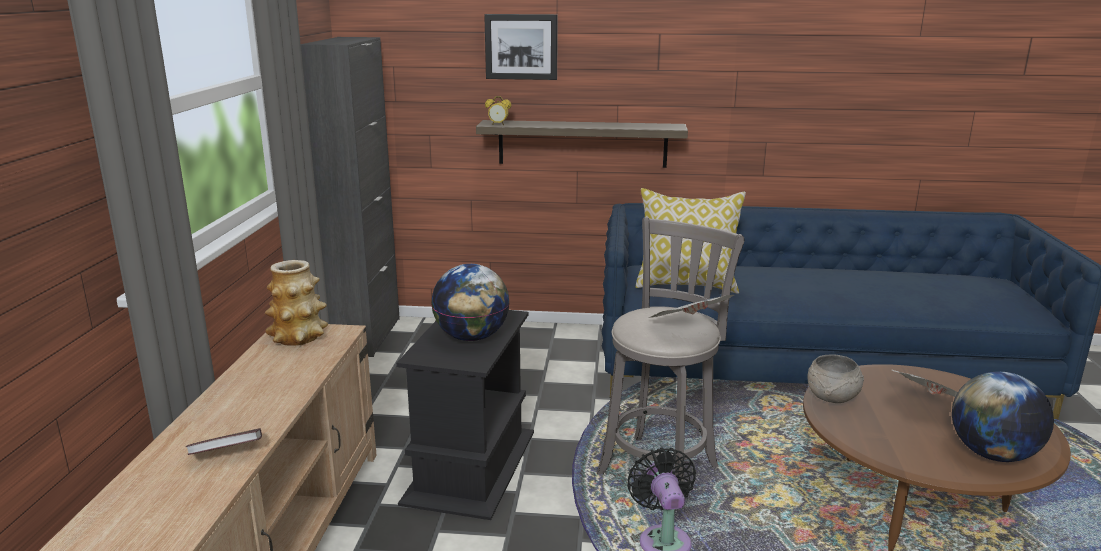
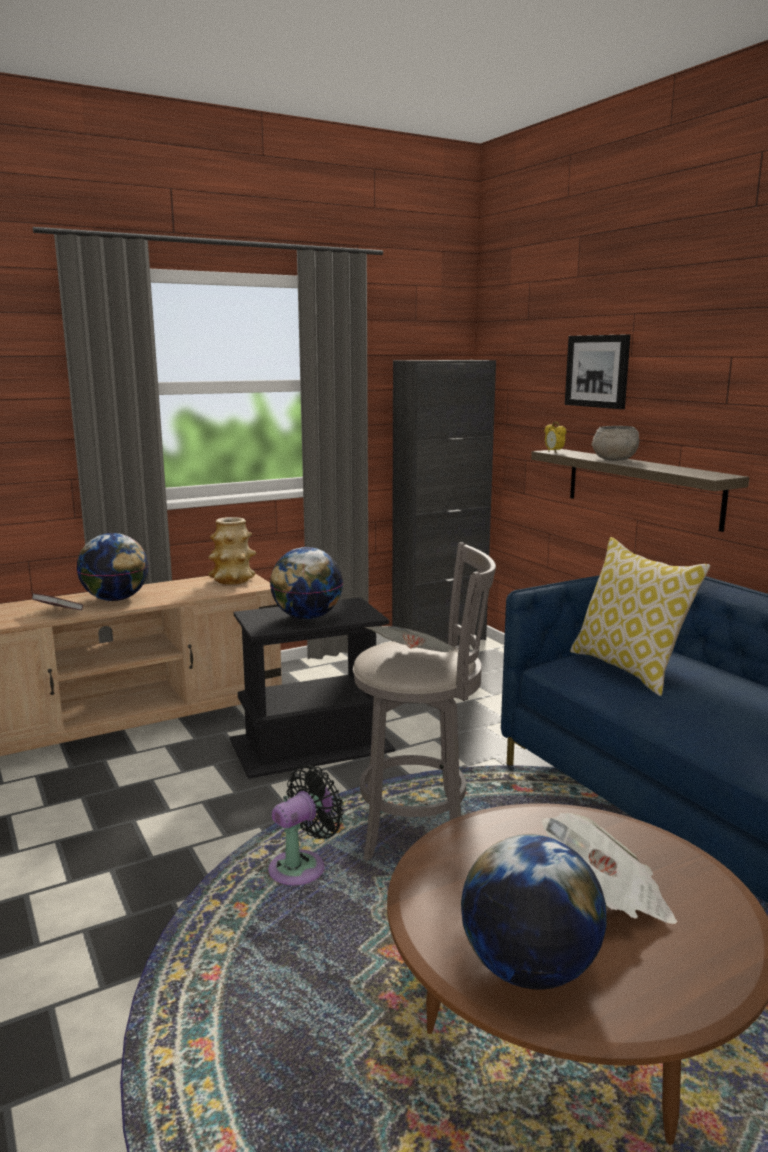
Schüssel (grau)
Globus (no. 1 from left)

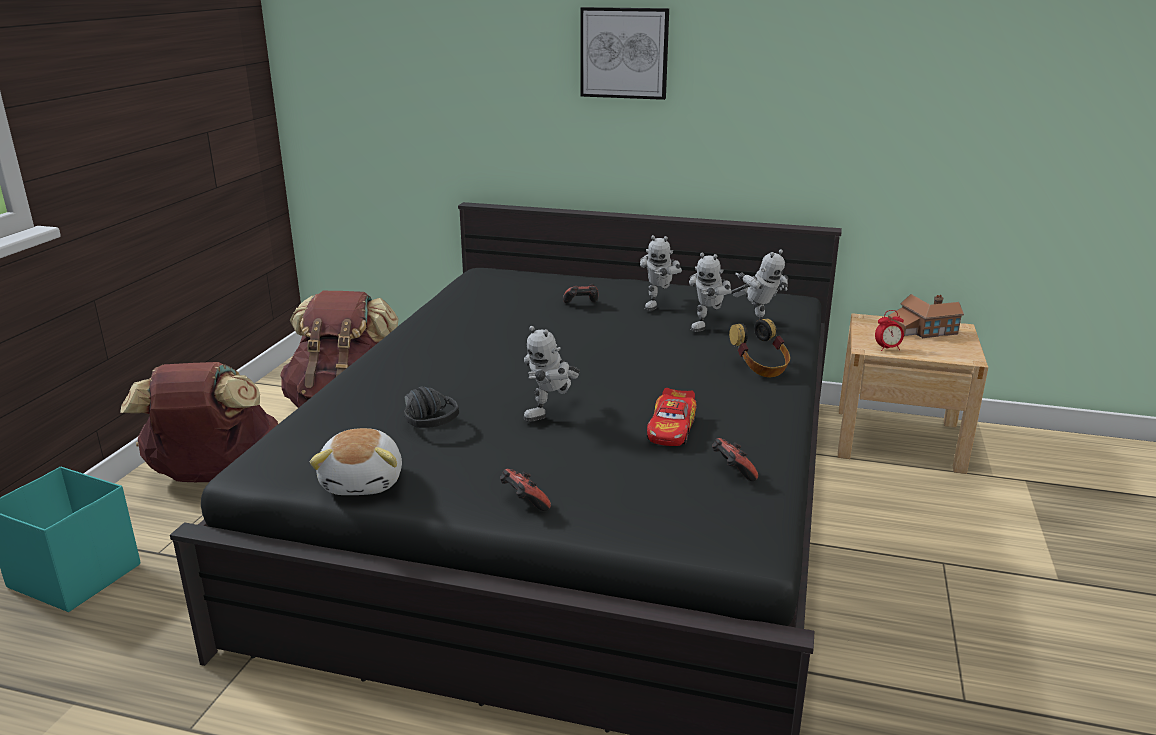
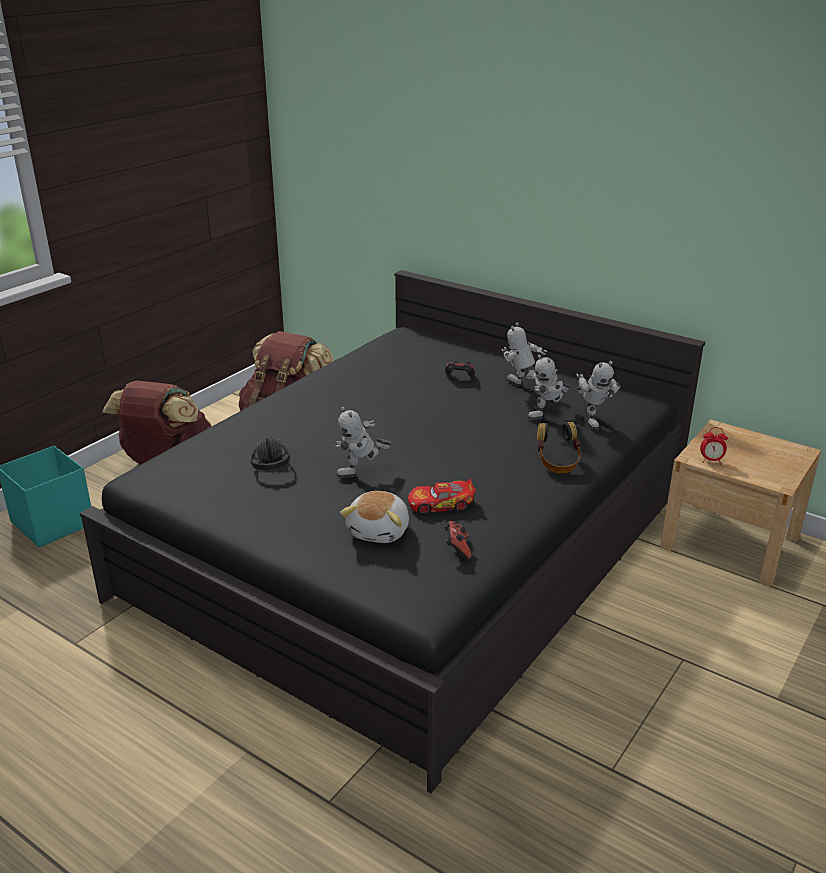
Bild
Spielzeugroboter (no. 2 from left)
Spielzeughaus
Spielzeugauto
Plüschtier
Gamepad (no. 1 from left in the first image)

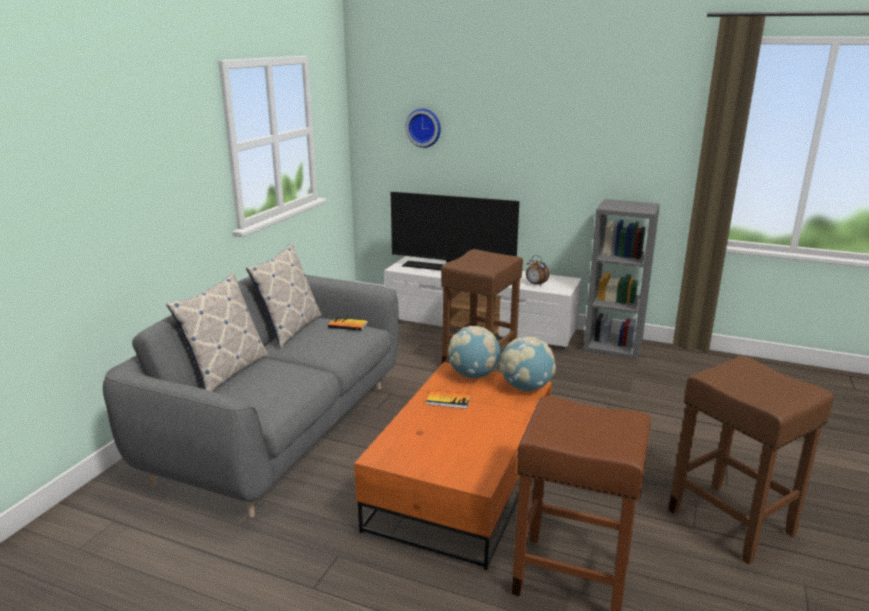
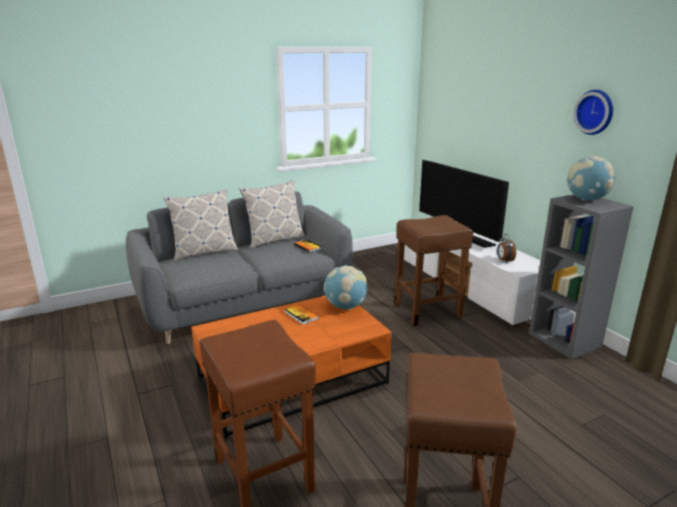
Wanduhr
Globus (no. 2 from left)

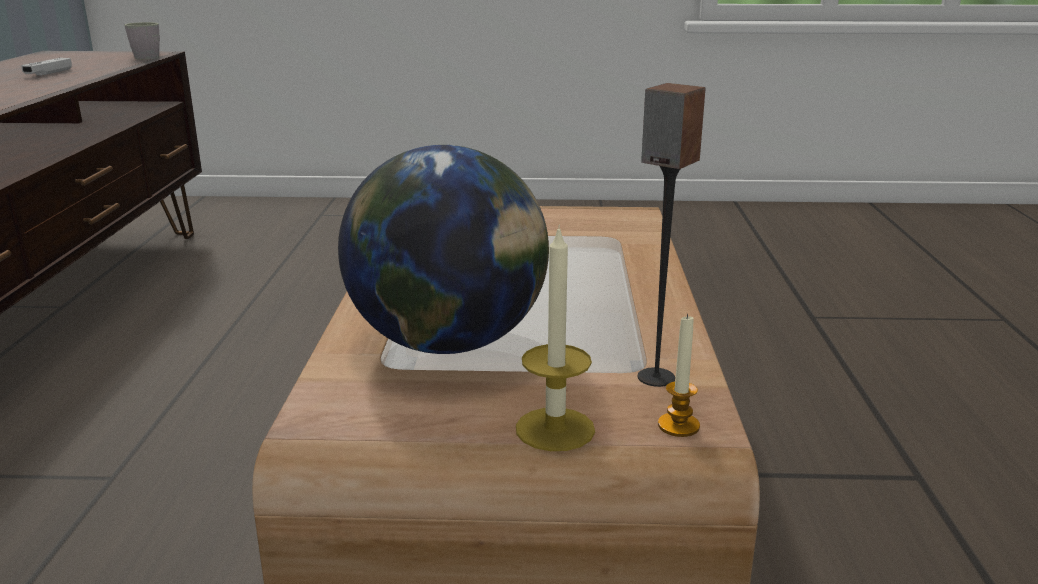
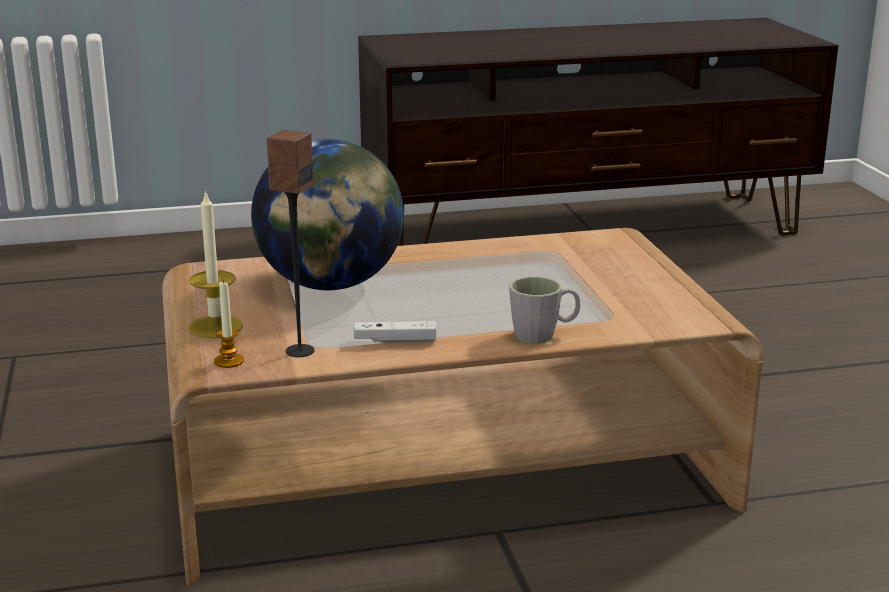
Henkelbecher (grau)
Gamepad (weiß)

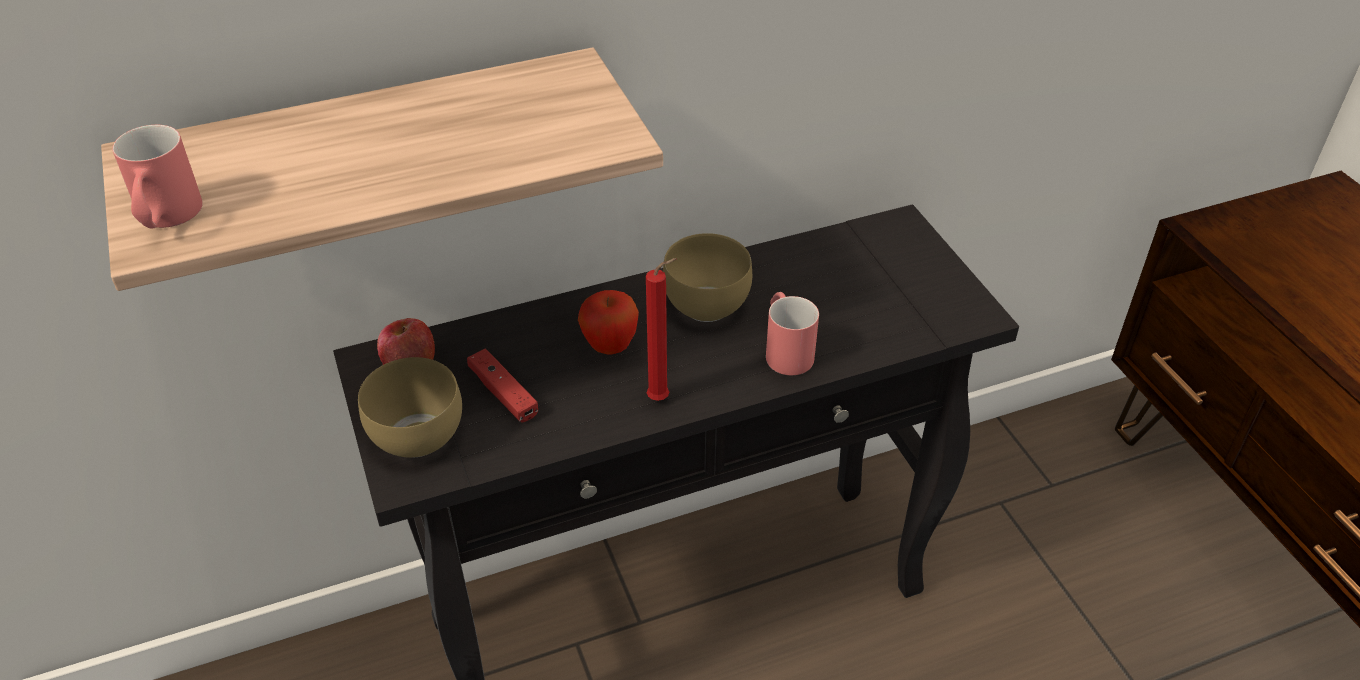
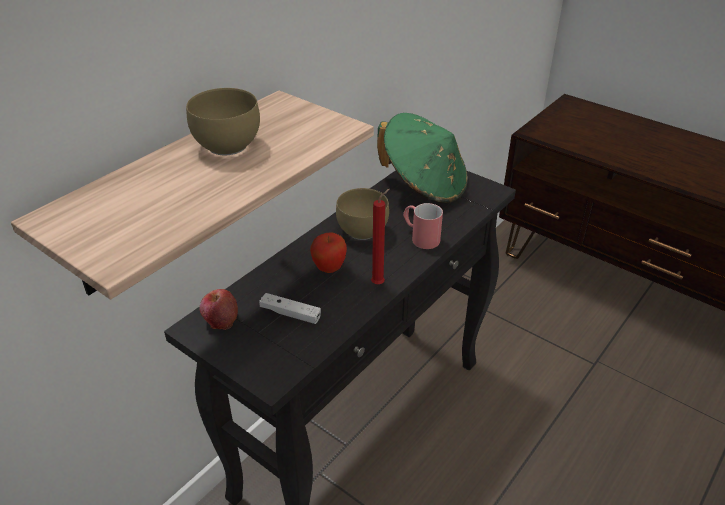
Henkelbecher (rot) (no. 1 from left in the first image)
Gamepad (weiß)
Schüssel (braun) (no. 1 from left)
Hut (grün)

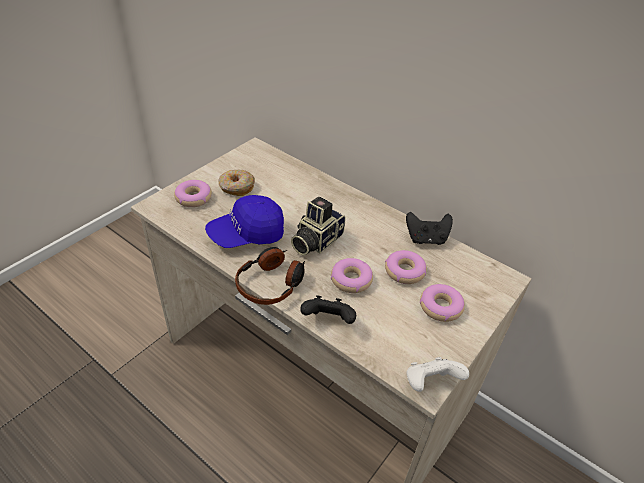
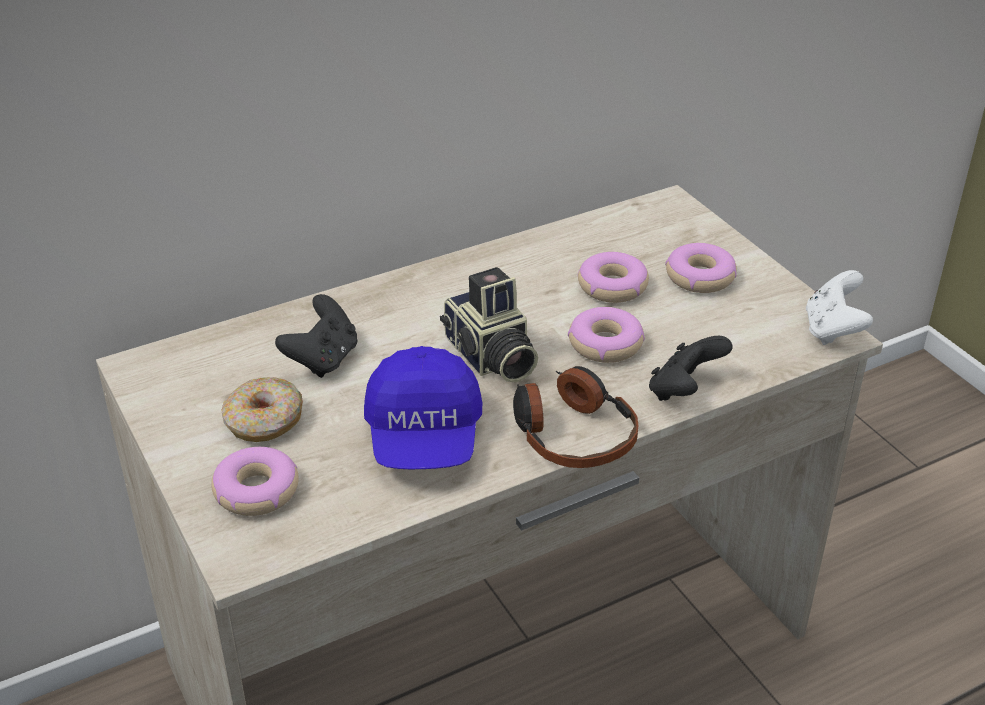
Gamepad (schwarz) (no. 1 from left)

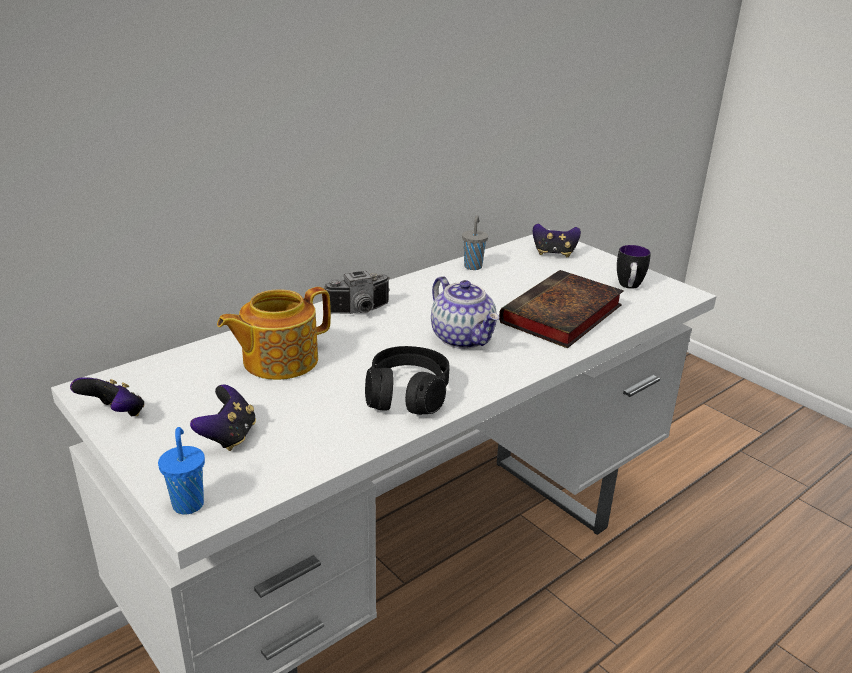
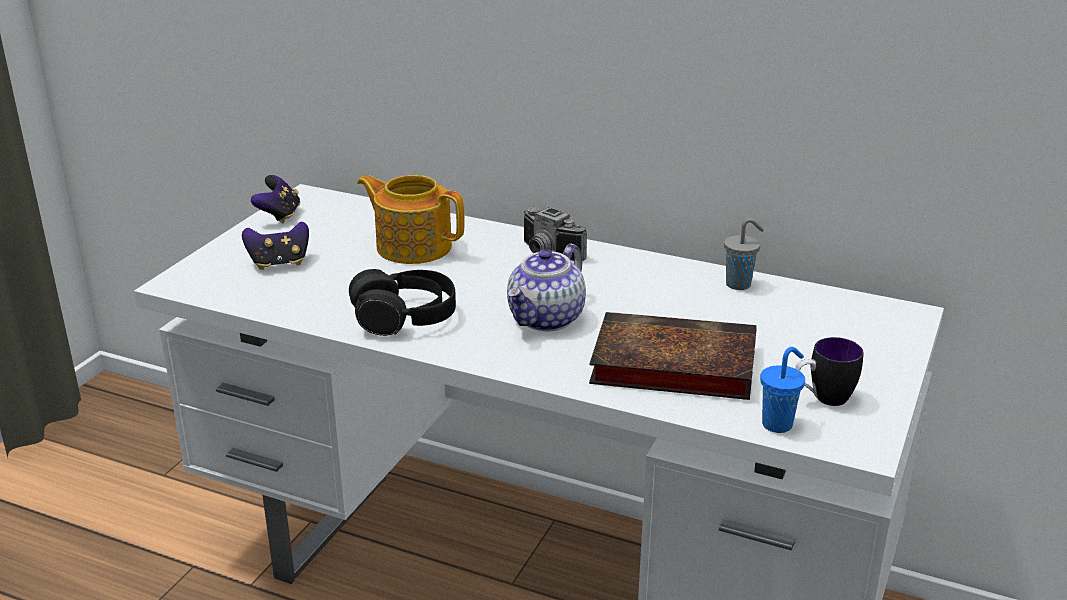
Gamepad (no. 3 from left in the first image)
Tasse (blau)

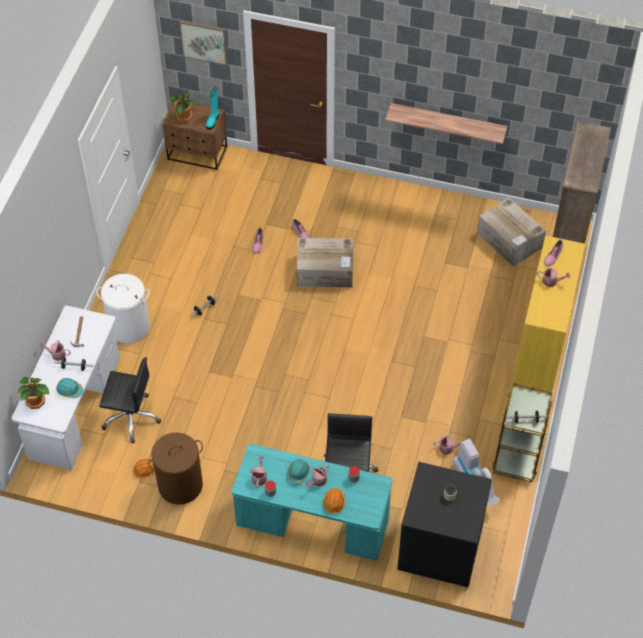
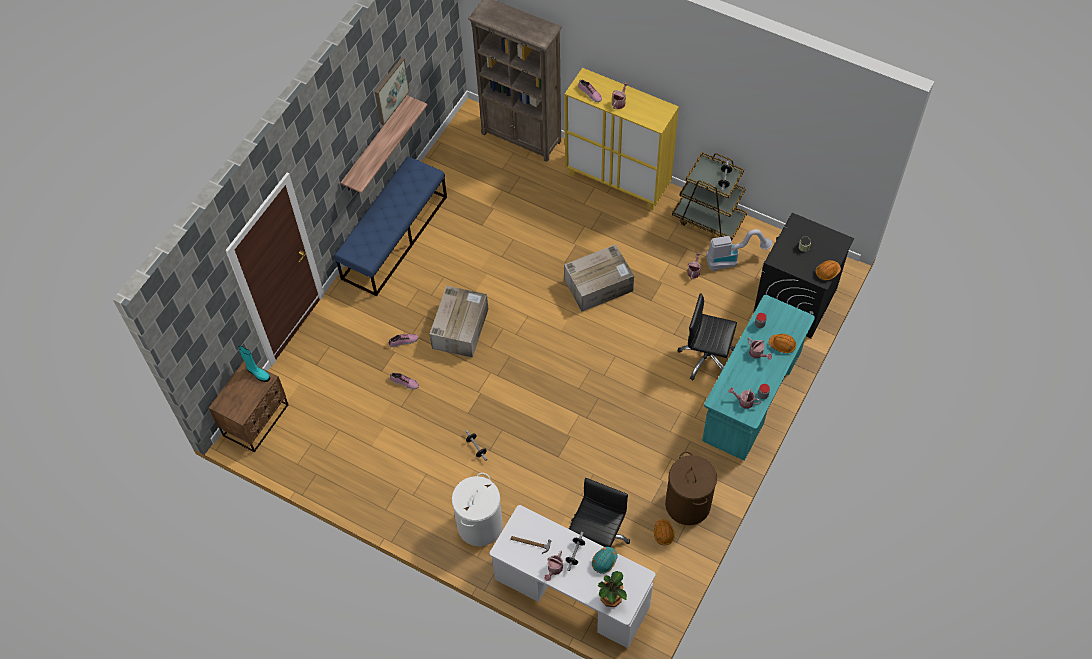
Bild
Topfpflanze (no. 2 from left in the first image)
Karton (no. 2 from left)
Schutzhelm (türkis) (no. 2 from left in the first image)
Bank (blau)
Schutzhelm (orange) (no. 3 from left)

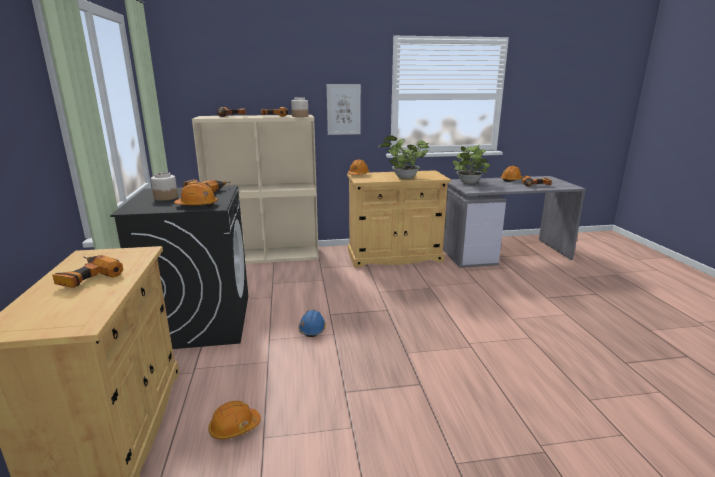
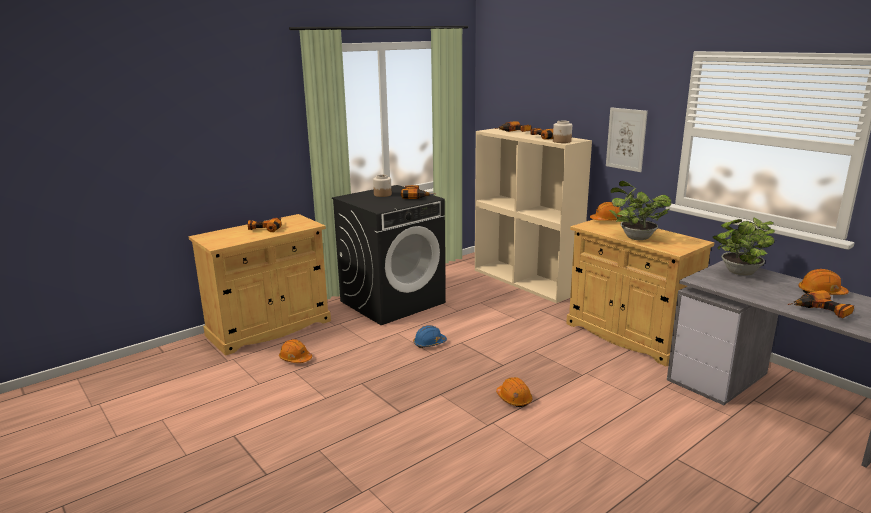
Schutzhelm (orange) (no. 2 from left)

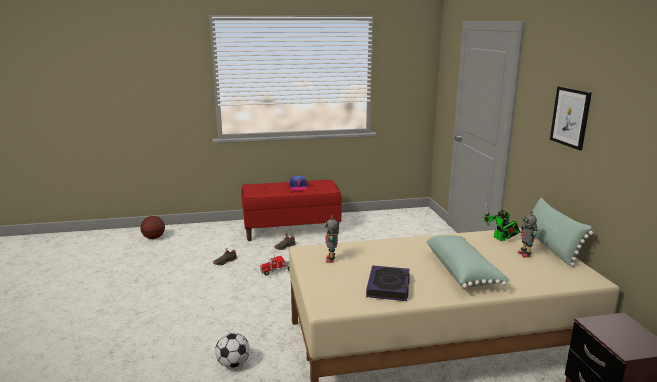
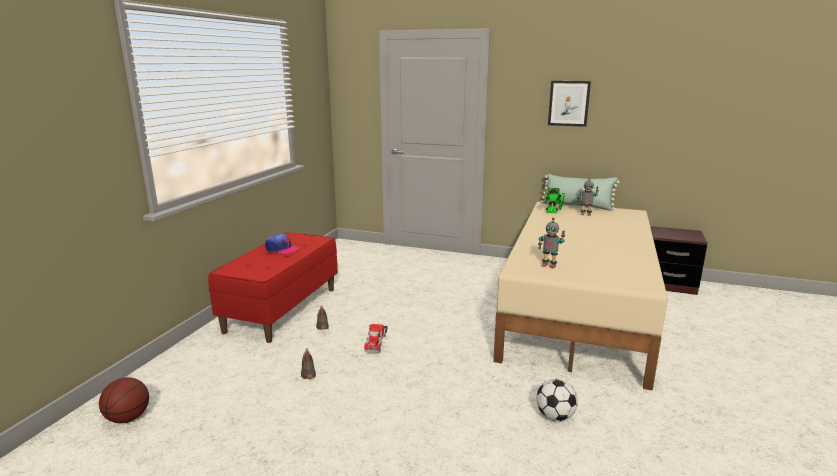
Kissen (grün) (no. 1 from left in the first image)
Buch

